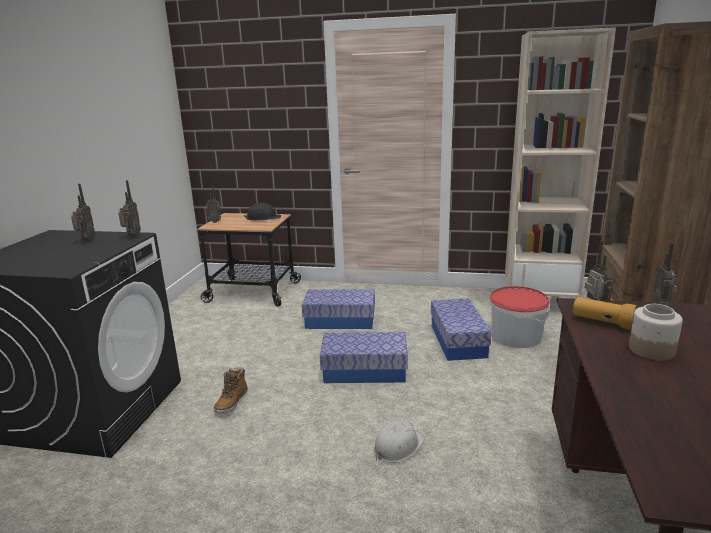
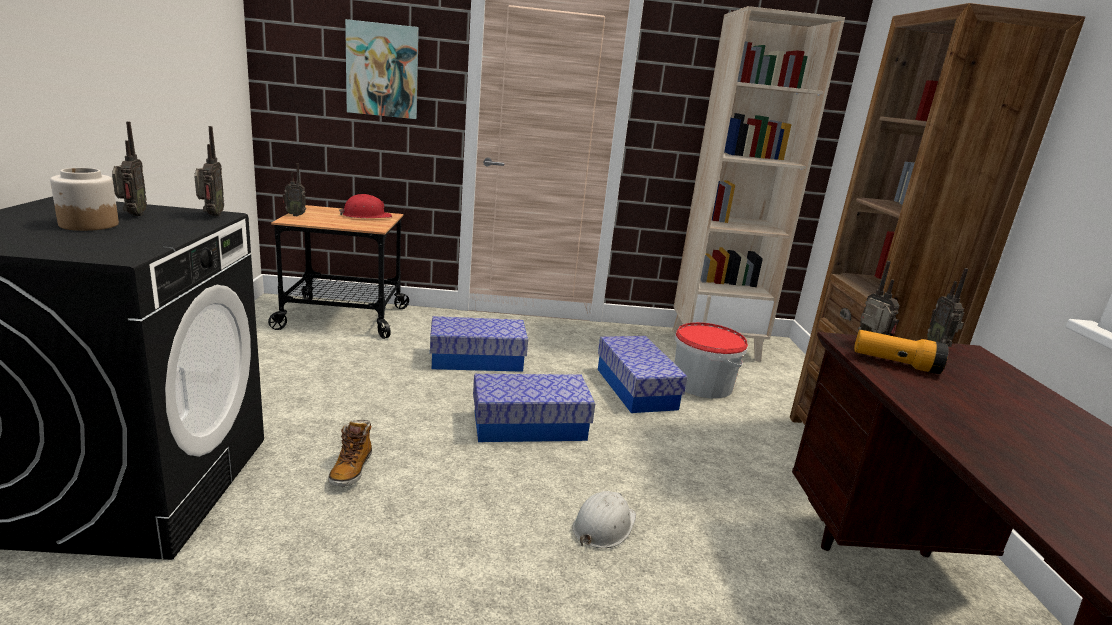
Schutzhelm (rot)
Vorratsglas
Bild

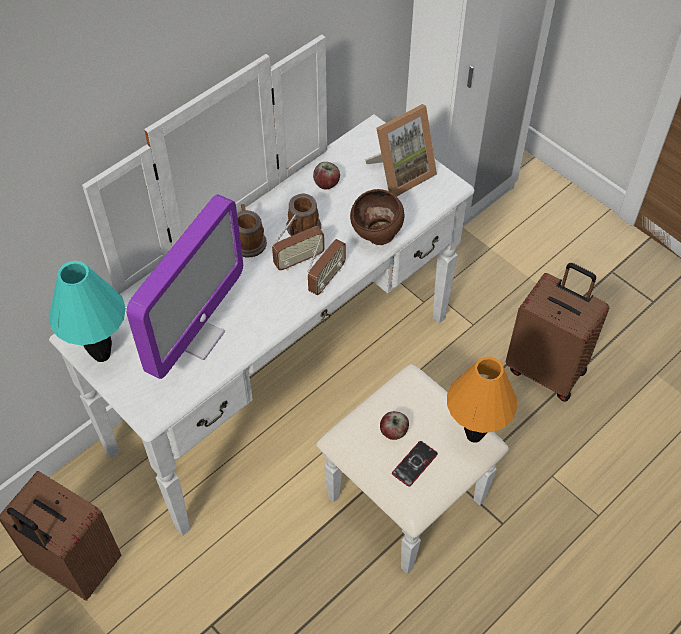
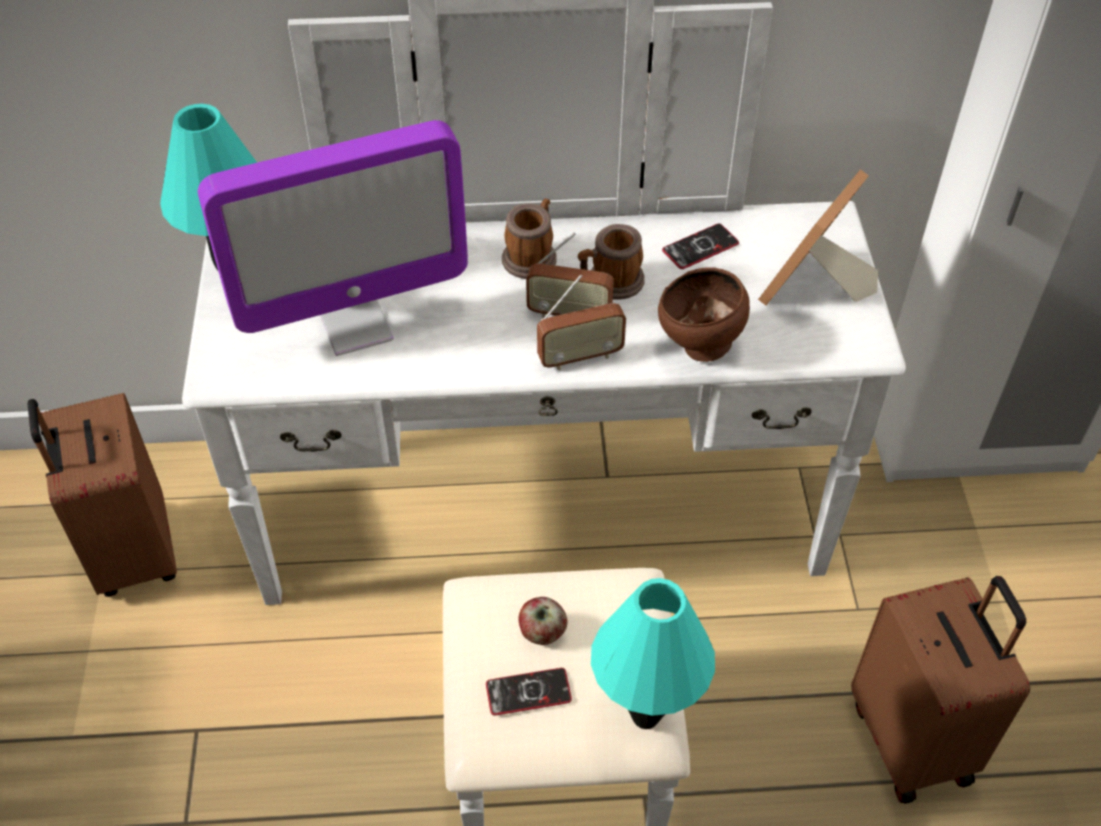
Bilderrahmen
Handy (no. 2 from left)
Tischlampe (türkis) (no. 2 from left)

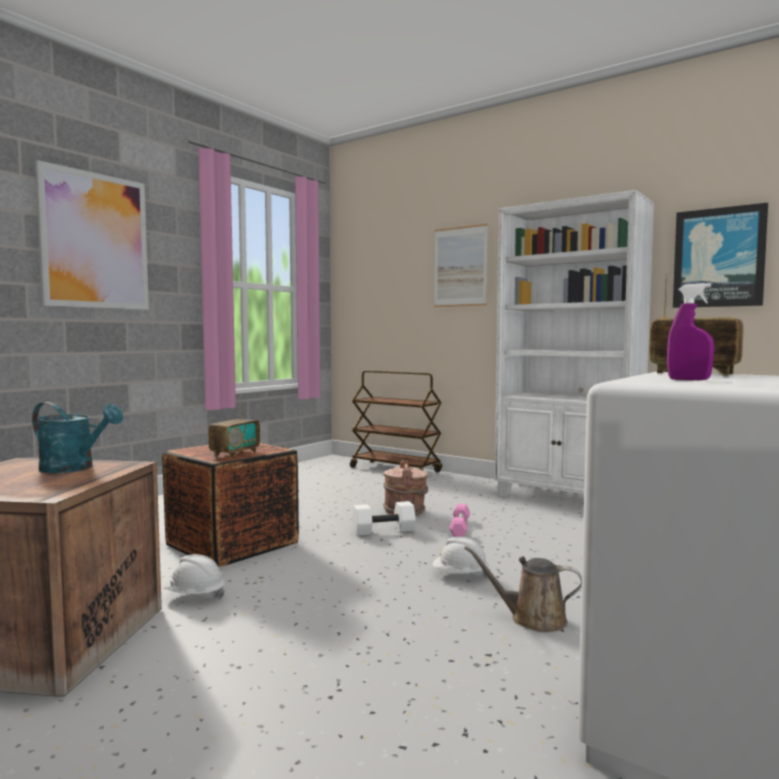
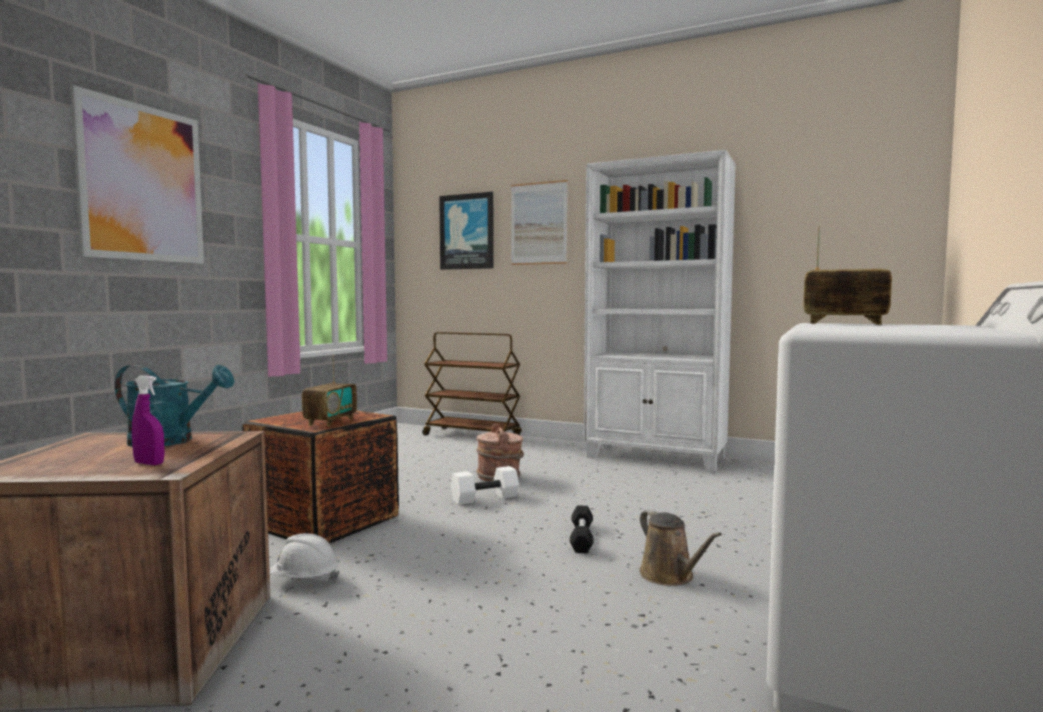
Bild (no. 2 from left)
Sprühflasche (lila)
Hantel (rosa)
Hantel (schwarz)
Gießkanne (braun)

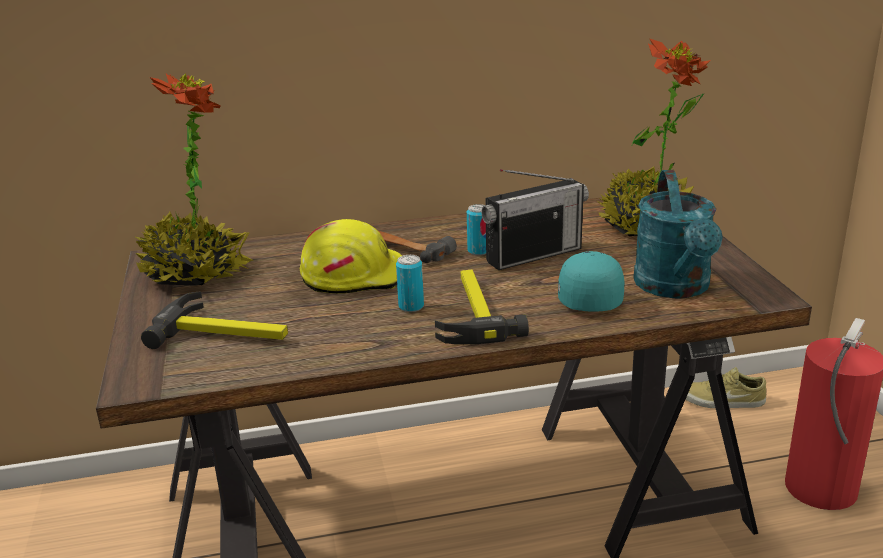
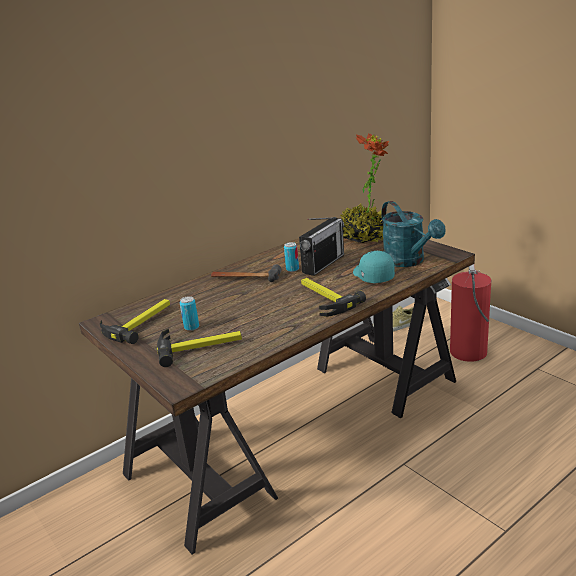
Hammer (no. 1 from left)
Schutzhelm (gelb)
Dose (no. 1 from left)

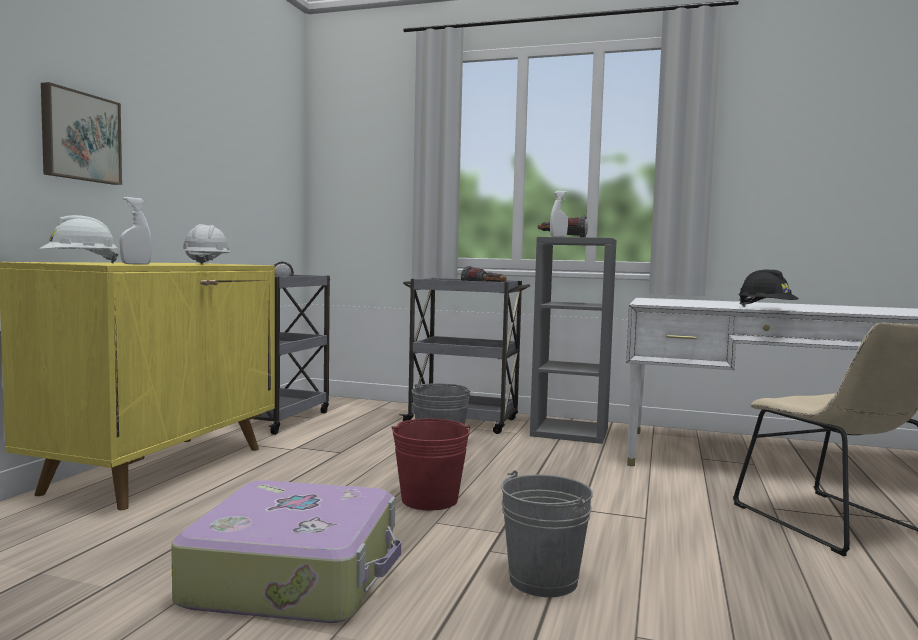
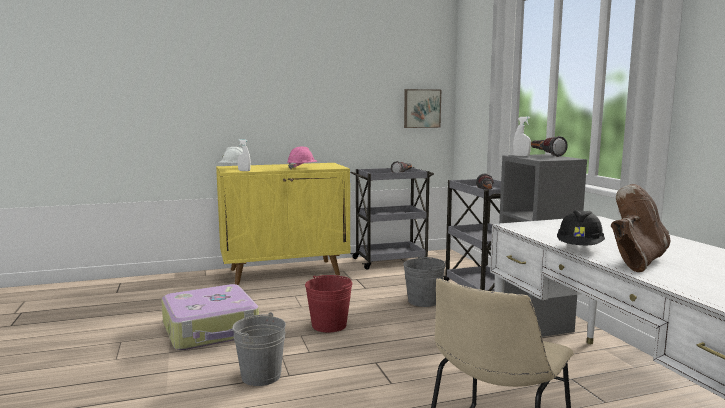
Bild
Schutzhelm (rosa)
Stiefel (braun)

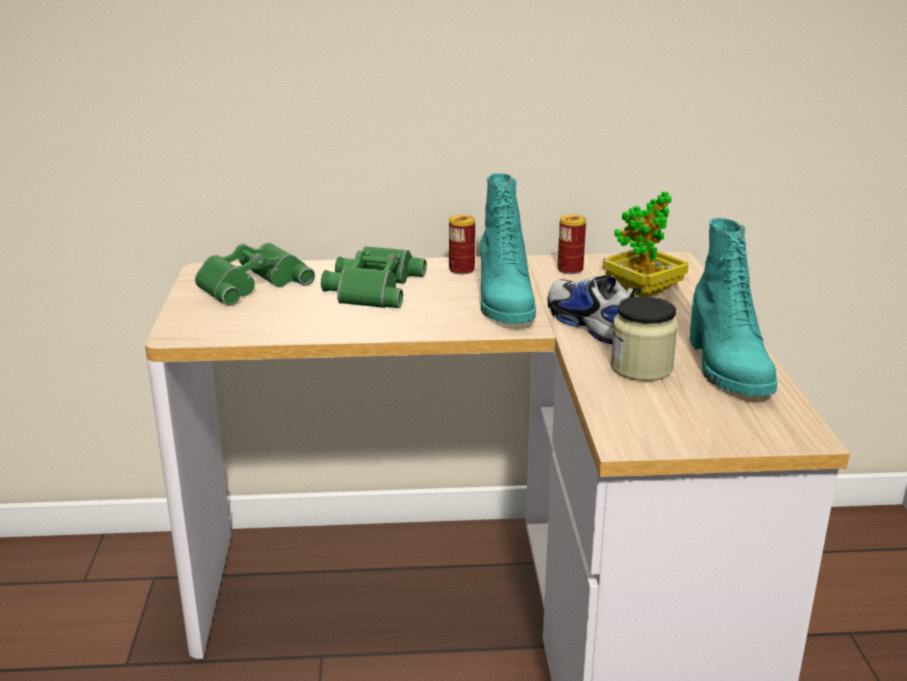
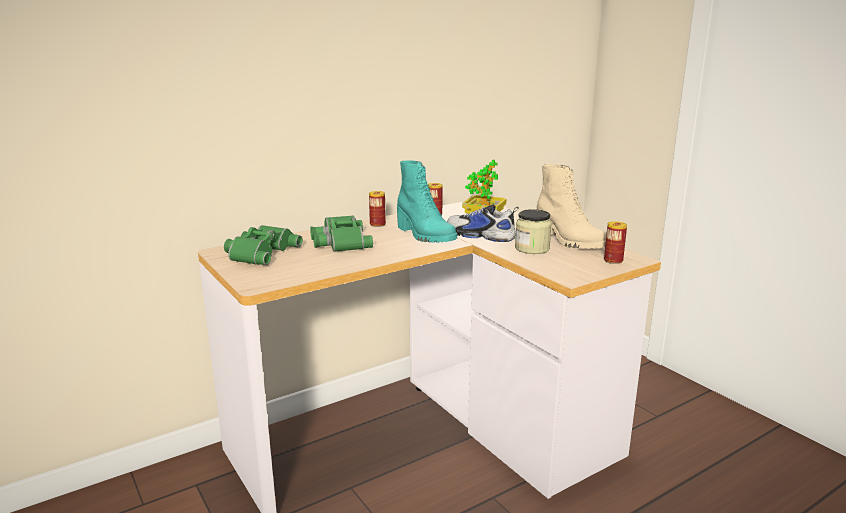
Stiefel (beige)
Dose (no. 3 from left)

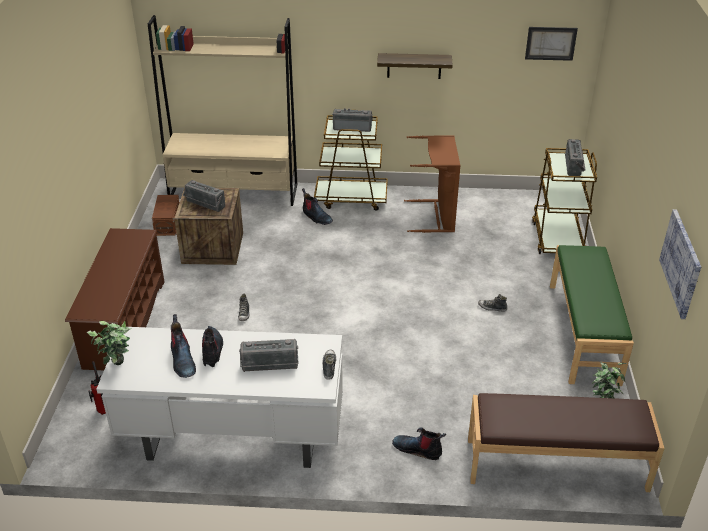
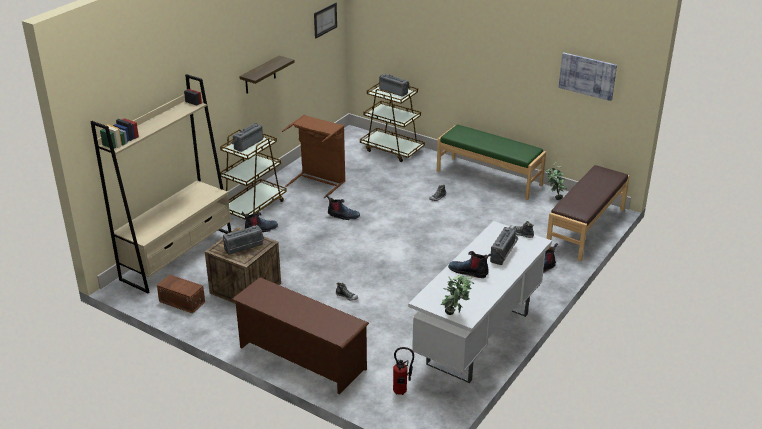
Stiefel (no. 2 from left)

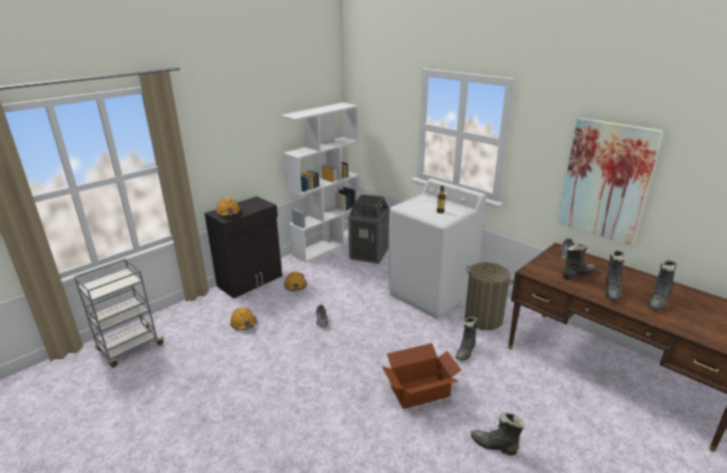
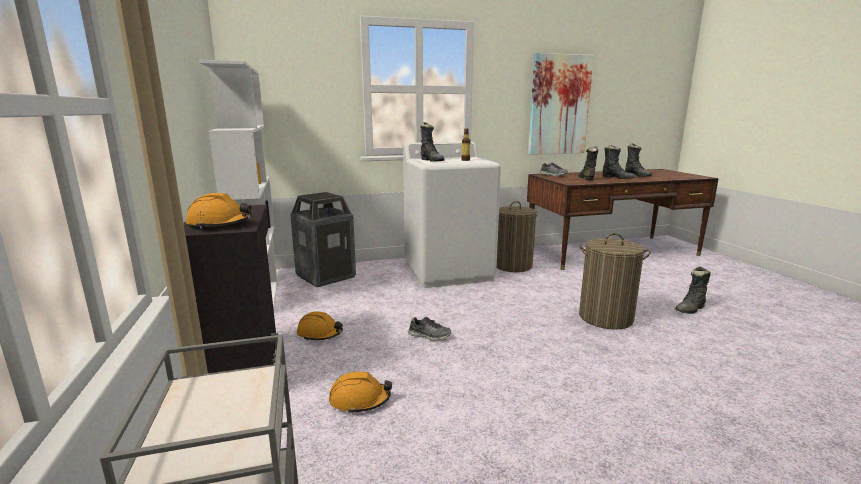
Stiefel (schwarz) (no. 1 from left)
Wäschekorb (no. 2 from left)

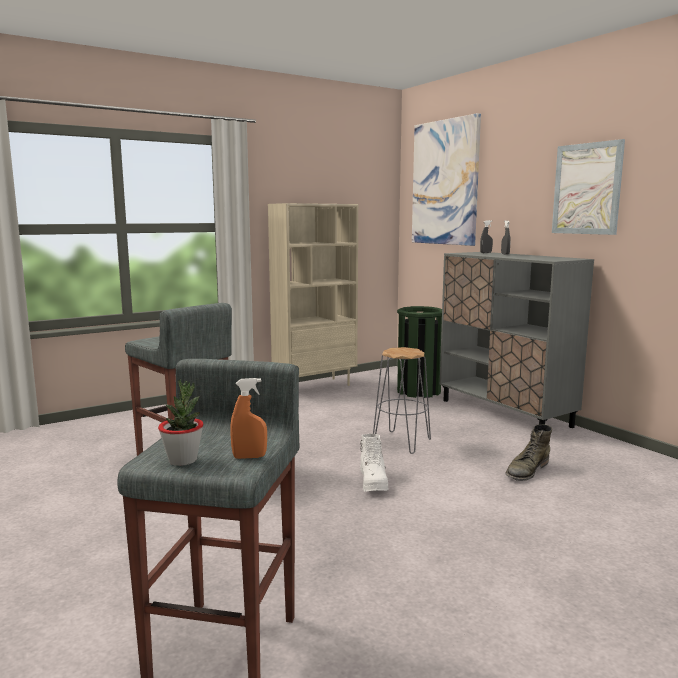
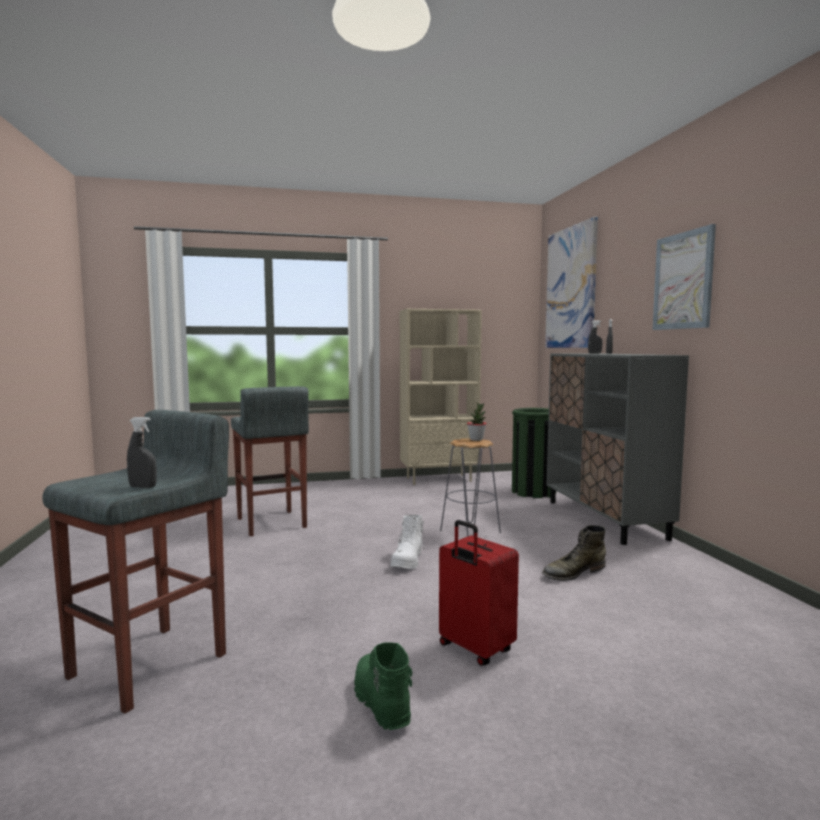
Sprühflasche (grau) (no. 1 from left)
Topfpflanze
Koffer (rot)
Stiefel (grün) (no. 1 from left)

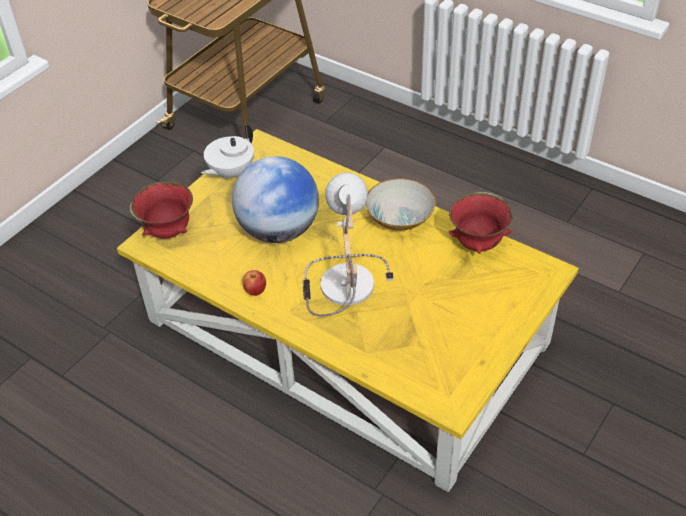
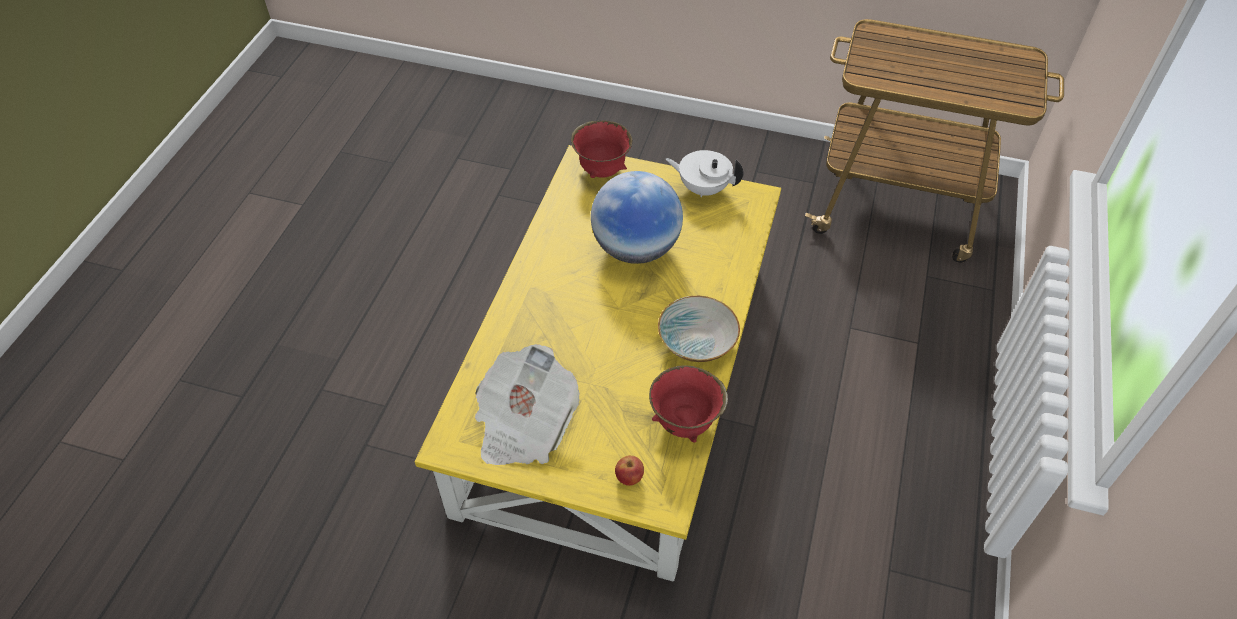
Tischlampe
Apfel
Zeitung

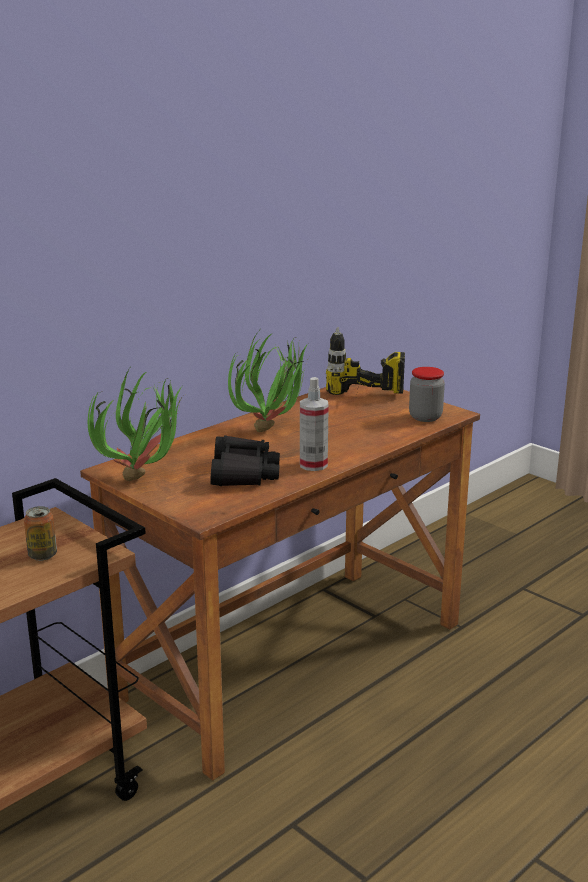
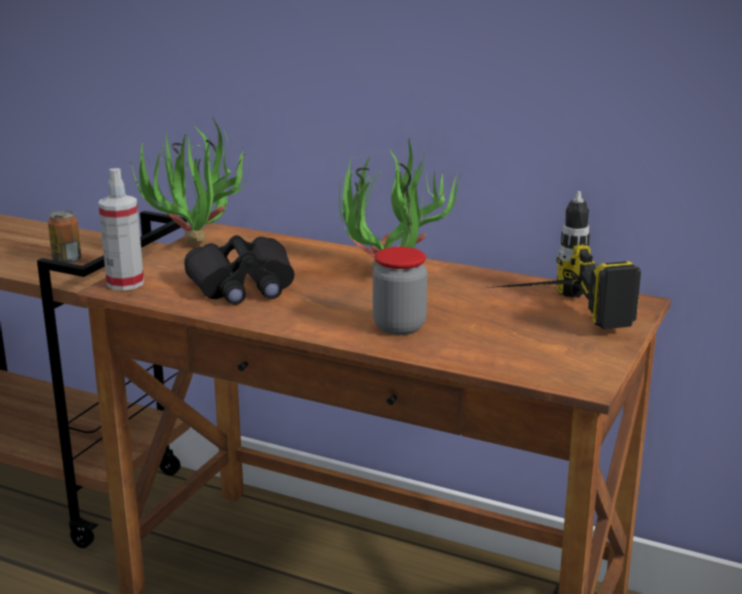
Vorratsglas
Sprühflasche

